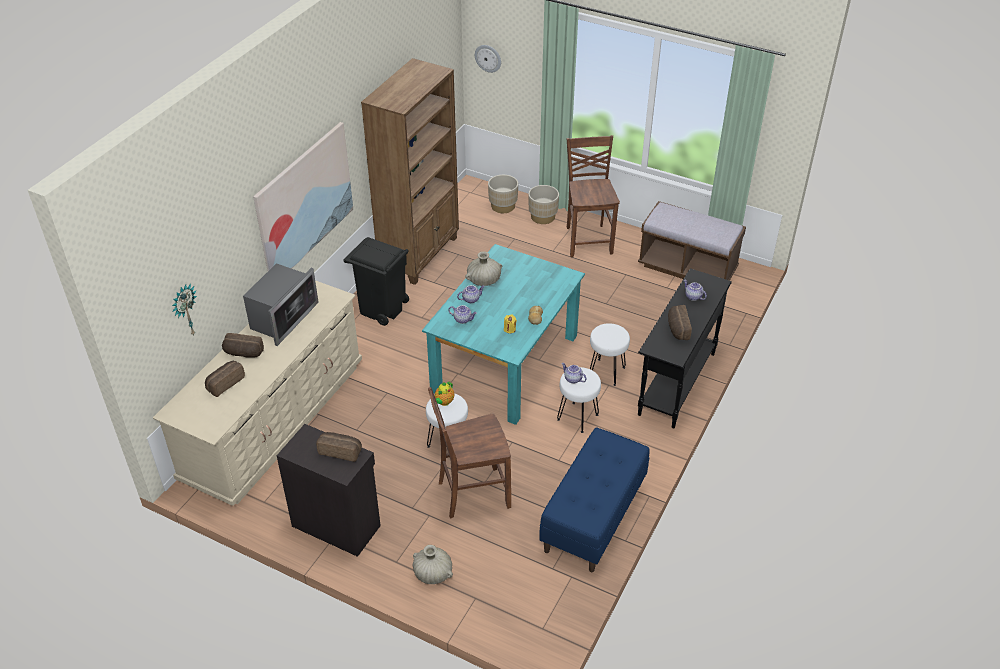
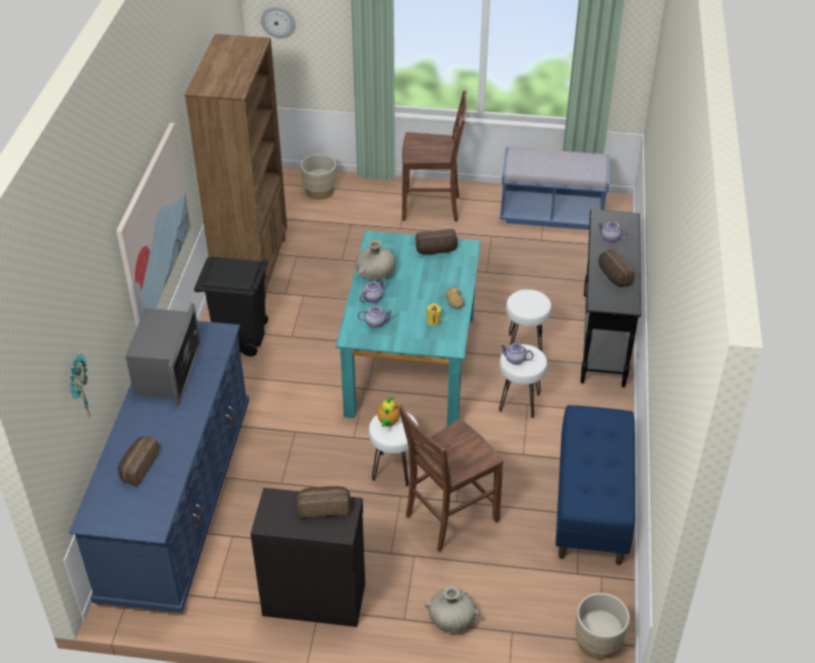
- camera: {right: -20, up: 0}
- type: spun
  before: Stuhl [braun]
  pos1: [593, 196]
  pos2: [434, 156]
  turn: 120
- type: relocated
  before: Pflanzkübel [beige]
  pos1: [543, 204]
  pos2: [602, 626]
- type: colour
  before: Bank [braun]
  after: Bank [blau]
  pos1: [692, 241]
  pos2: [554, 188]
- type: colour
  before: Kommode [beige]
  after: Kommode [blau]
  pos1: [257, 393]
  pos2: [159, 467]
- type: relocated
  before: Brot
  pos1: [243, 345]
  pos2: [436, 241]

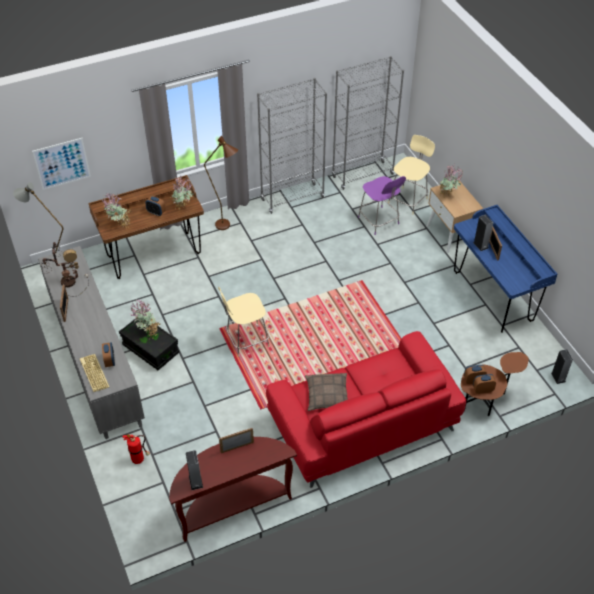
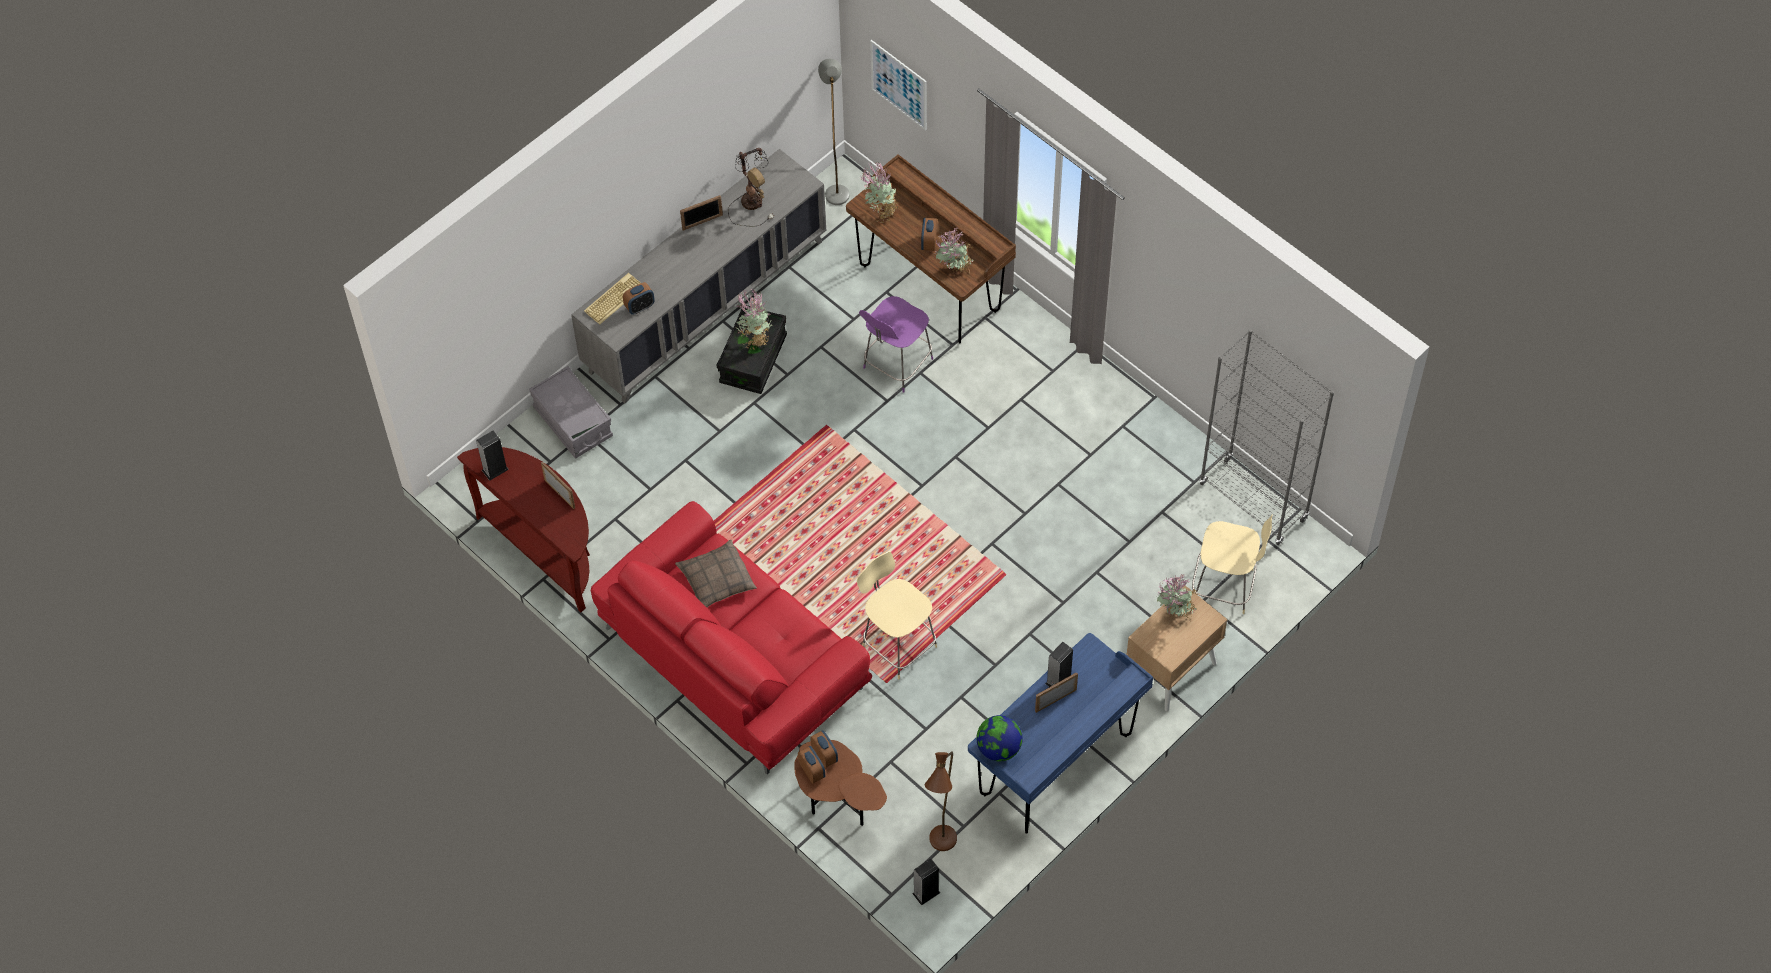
- camera: {right: 70, up: 10}
- type: missing
  before: Bücherregal [grau]
  pos1: [292, 146]
- type: relocated
  before: Stehlampe [braun]
  pos1: [221, 183]
  pos2: [941, 801]
- type: relocated
  before: Stuhl [lila]
  pos1: [382, 205]
  pos2: [896, 344]
- type: relocated
  before: Stuhl [beige]
  pos1: [244, 322]
  pos2: [897, 615]
- type: exchanged
  before: Feuerlöscher
  after: Aufbewahrungsbox [grau]
  pos1: [136, 449]
  pos2: [571, 412]
- type: appeared
  after: Globus
  pos2: [999, 738]

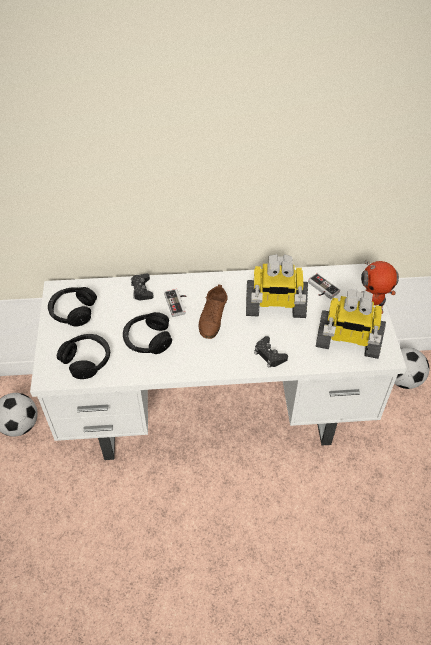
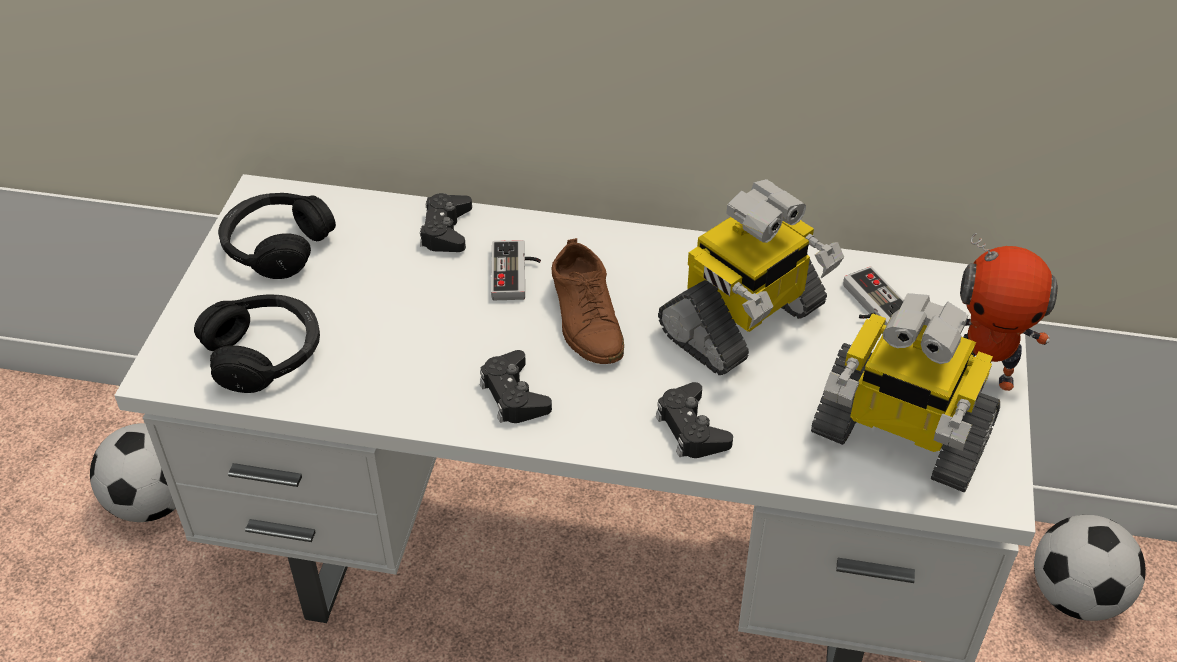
- camera: {right: 15, up: -5}
- type: spun
  before: Spielzeugroboter
  pos1: [277, 286]
  pos2: [751, 277]
  turn: -60
- type: spun
  before: Schuh [braun]
  pos1: [213, 312]
  pos2: [587, 301]
  turn: -45
- type: missing
  before: Kopfhörer [schwarz]
  pos1: [147, 333]
- type: appeared
  after: Gamepad [schwarz]
  pos2: [516, 386]

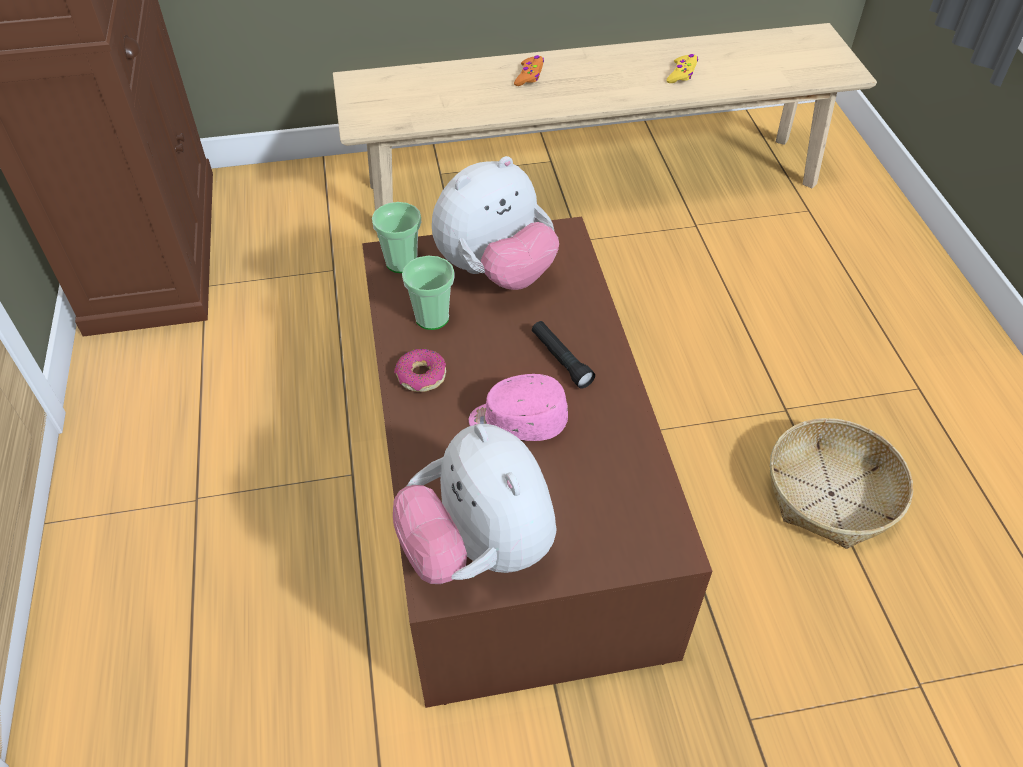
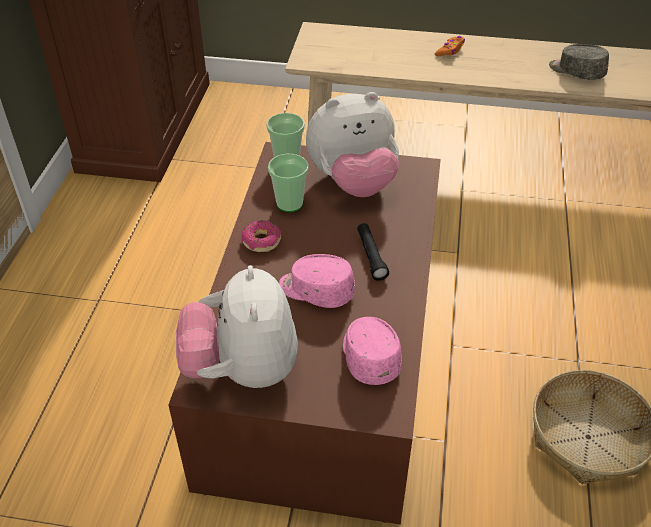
- camera: {right: 20, up: -5}
- type: exchanged
  before: Gamepad [gelb]
  after: Kappe [grau]
  pos1: [682, 68]
  pos2: [579, 62]
- type: appeared
  after: Kappe [rosa]
  pos2: [372, 351]

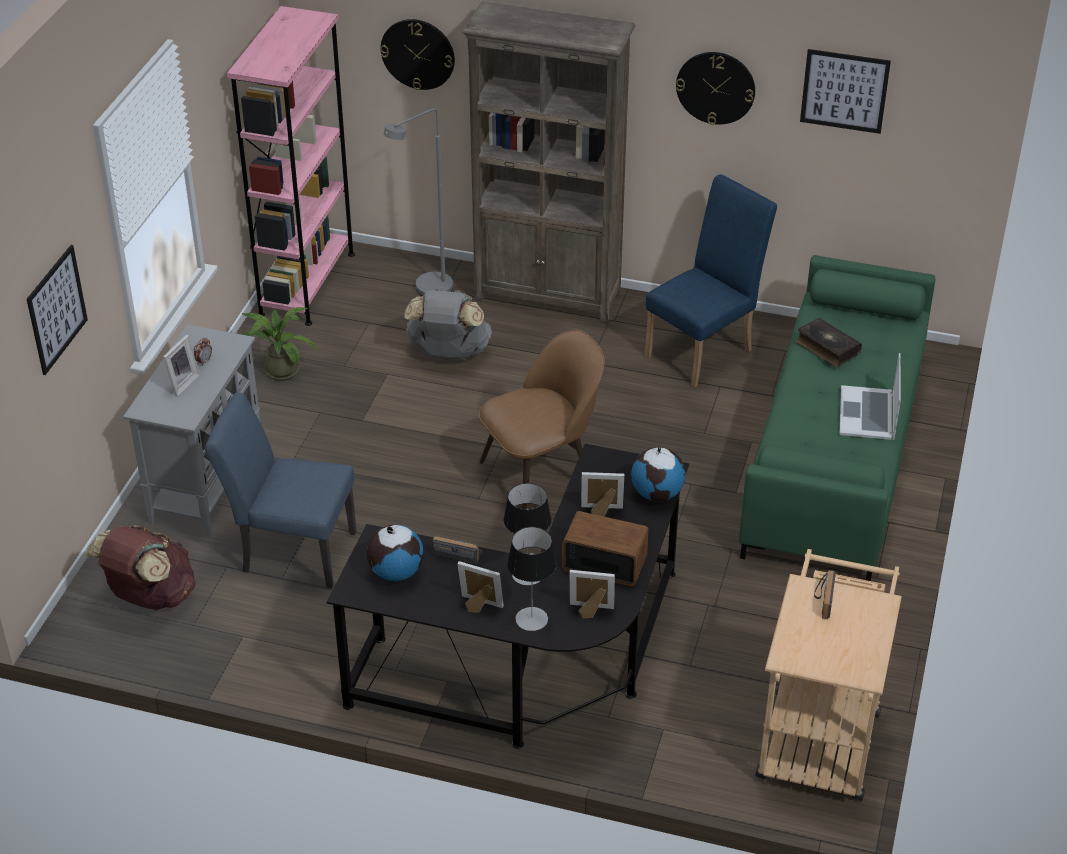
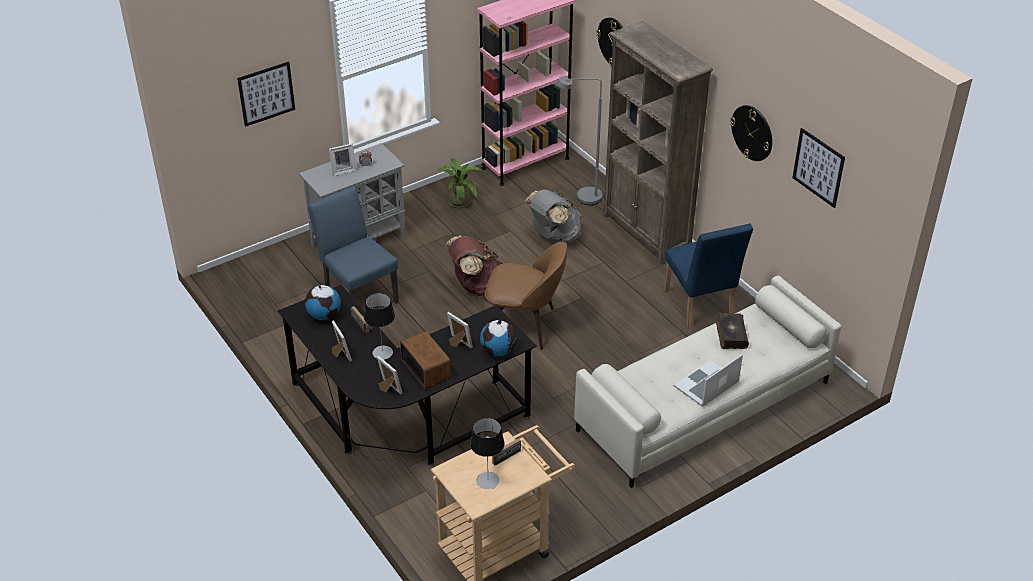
- camera: {right: 40, up: 0}
- type: spun
  before: Stuhl [blau]
  pos1: [710, 280]
  pos2: [708, 276]
  turn: 75
- type: colour
  before: Sofa [grün]
  after: Sofa [beige]
  pos1: [837, 418]
  pos2: [707, 381]
- type: relocated
  before: Rucksack [braun]
  pos1: [140, 567]
  pos2: [474, 266]
- type: relocated
  before: Tischlampe
  pos1: [532, 579]
  pos2: [487, 453]

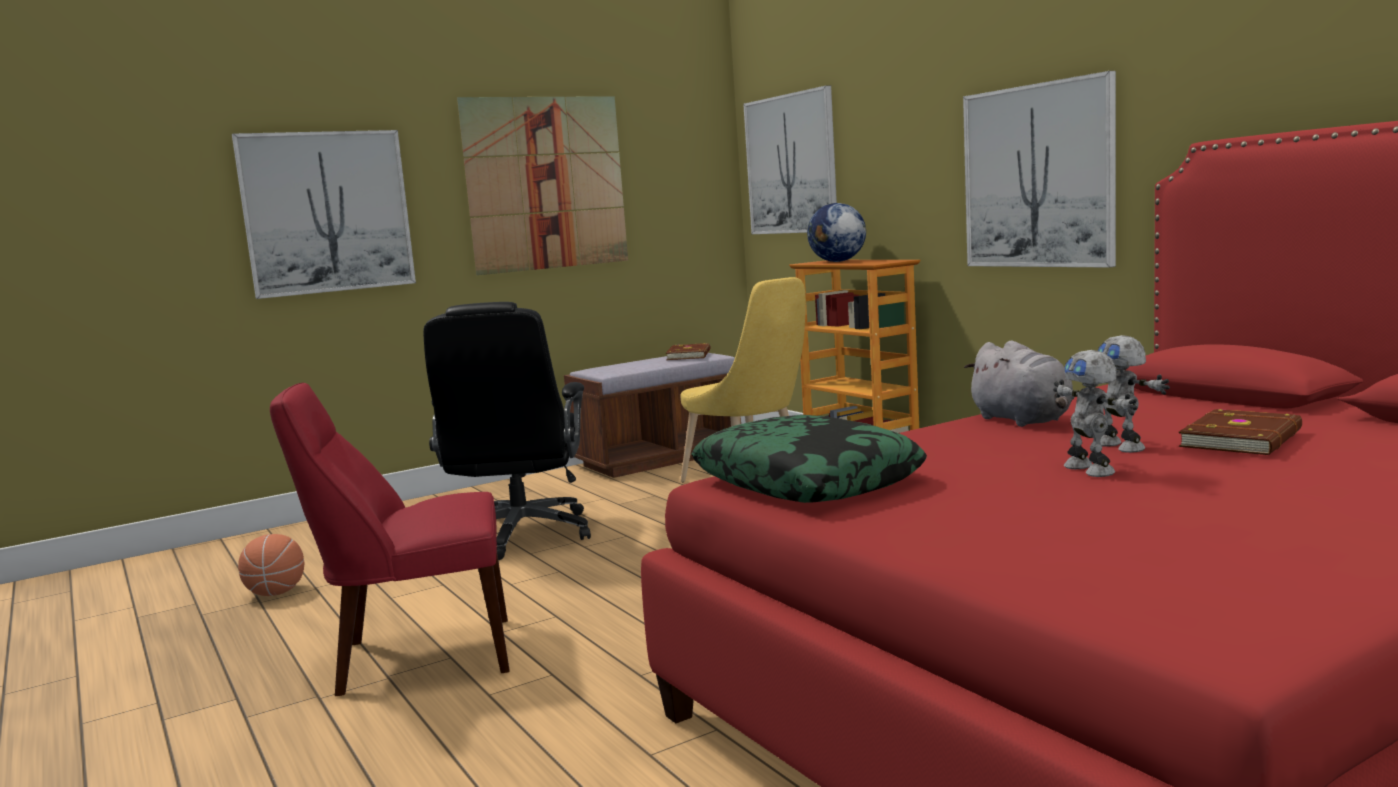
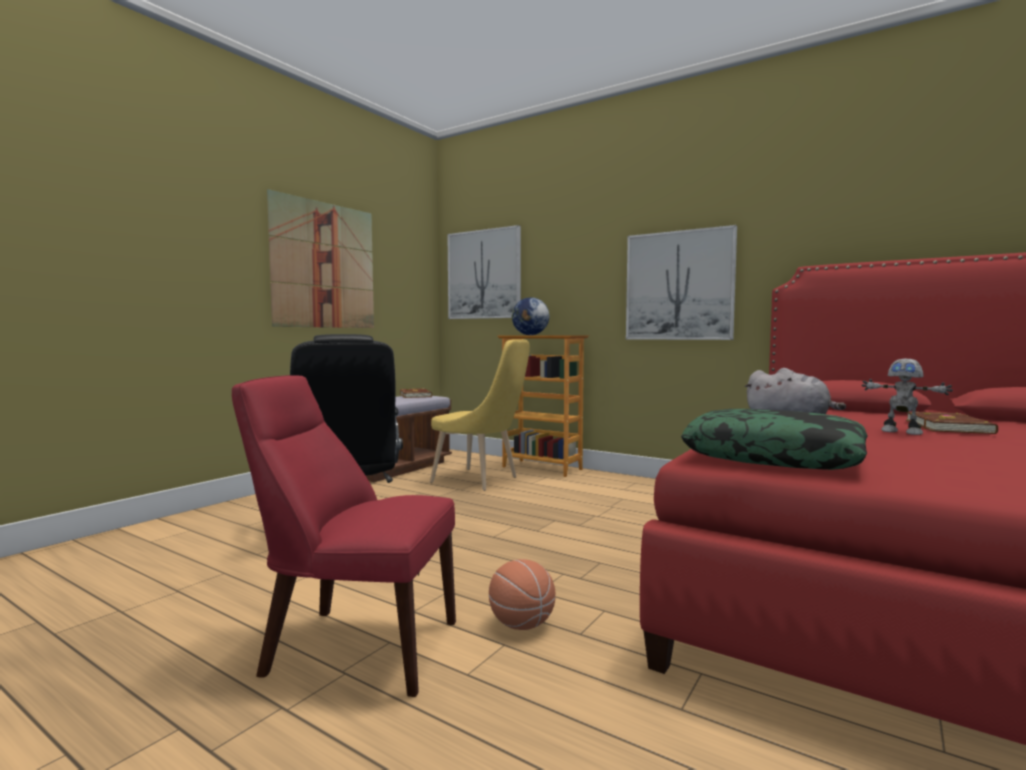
- camera: {right: -25, up: -5}
- type: missing
  before: Bild
  pos1: [324, 214]
- type: missing
  before: Spielzeugroboter
  pos1: [1095, 413]
- type: spun
  before: Stuhl [rot]
  pos1: [390, 539]
  pos2: [344, 536]
  turn: 45
- type: relocated
  before: Basketball
  pos1: [271, 565]
  pos2: [522, 594]

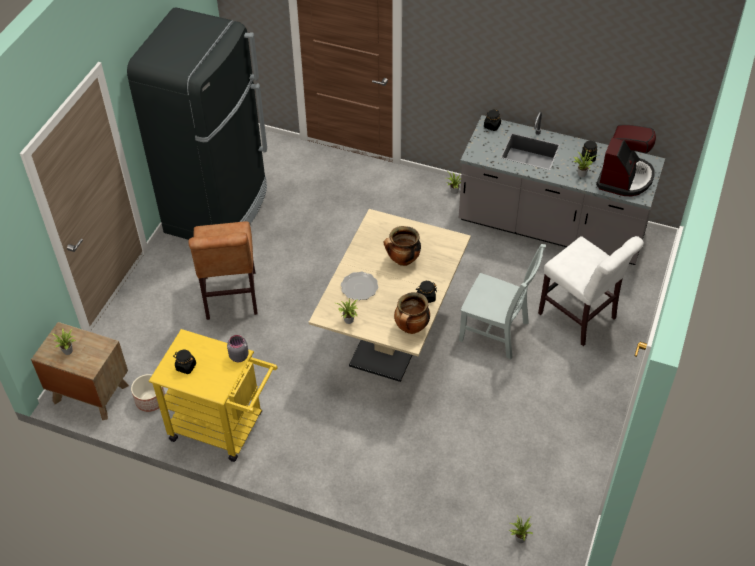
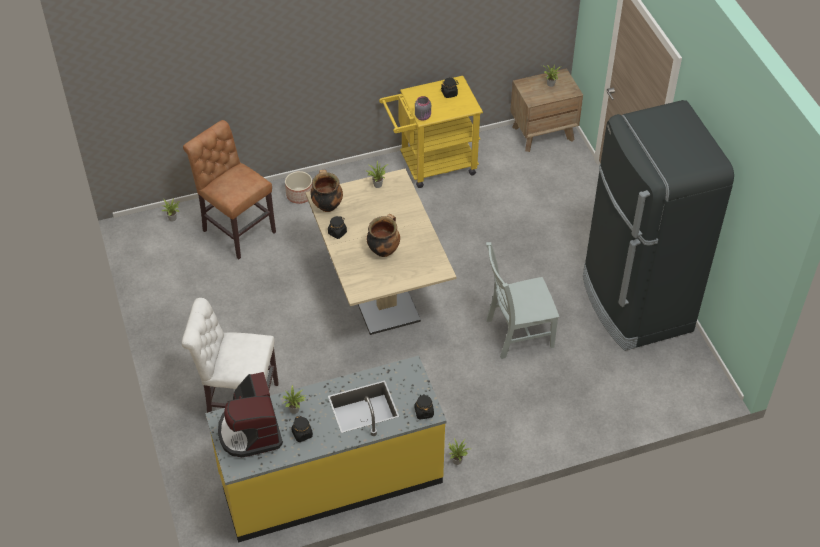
- camera: {right: 140, up: 0}
- type: colour
  before: Küchenzeile [grau]
  after: Küchenzeile [gelb]
  pos1: [562, 188]
  pos2: [326, 449]
- type: relocated
  before: Stuhl [braun]
  pos1: [223, 270]
  pos2: [229, 189]
- type: relocated
  before: Stuhl [grau]
  pos1: [502, 302]
  pos2: [522, 300]
- type: missing
  before: Teller
  pos1: [359, 286]
- type: relocated
  before: Pflanzkübel
  pos1: [148, 393]
  pos2: [298, 187]

